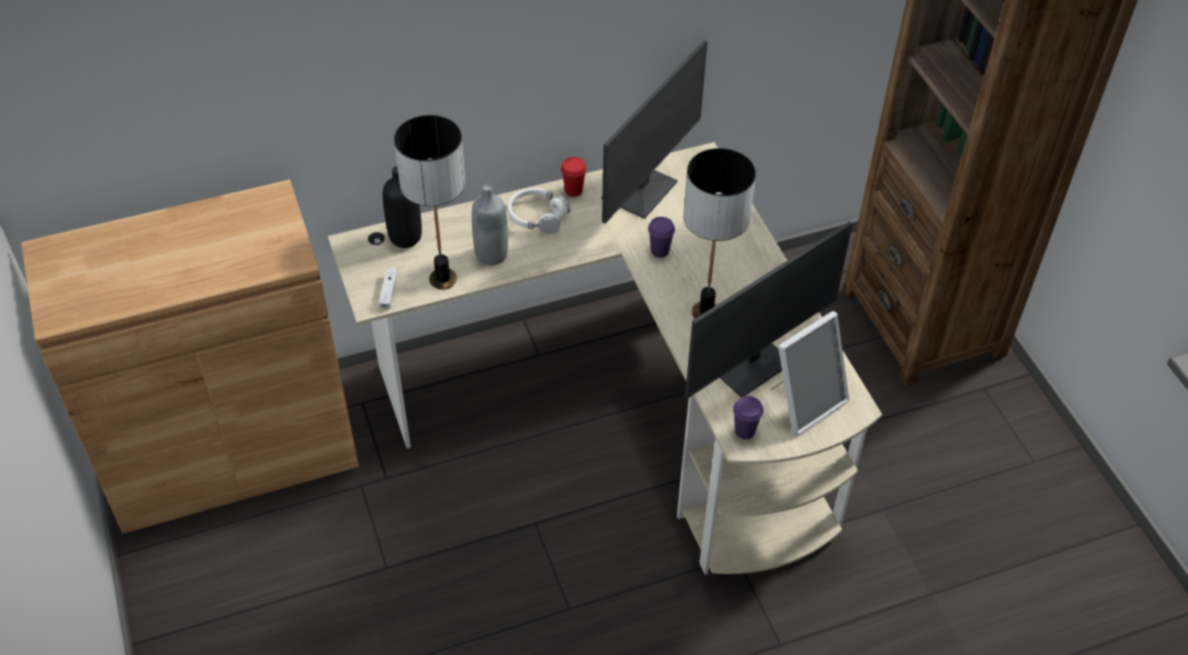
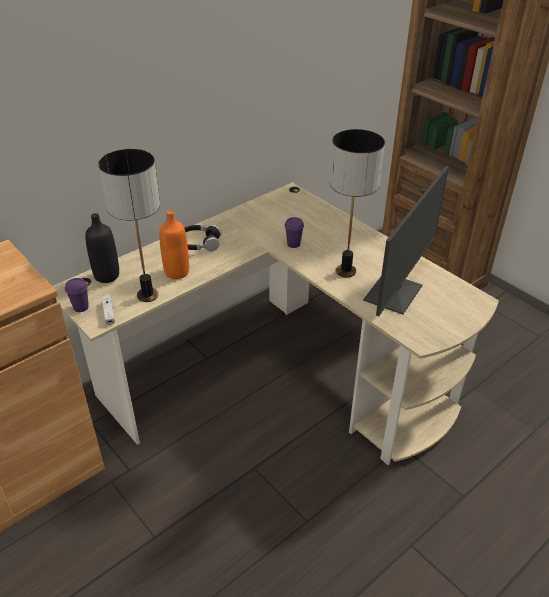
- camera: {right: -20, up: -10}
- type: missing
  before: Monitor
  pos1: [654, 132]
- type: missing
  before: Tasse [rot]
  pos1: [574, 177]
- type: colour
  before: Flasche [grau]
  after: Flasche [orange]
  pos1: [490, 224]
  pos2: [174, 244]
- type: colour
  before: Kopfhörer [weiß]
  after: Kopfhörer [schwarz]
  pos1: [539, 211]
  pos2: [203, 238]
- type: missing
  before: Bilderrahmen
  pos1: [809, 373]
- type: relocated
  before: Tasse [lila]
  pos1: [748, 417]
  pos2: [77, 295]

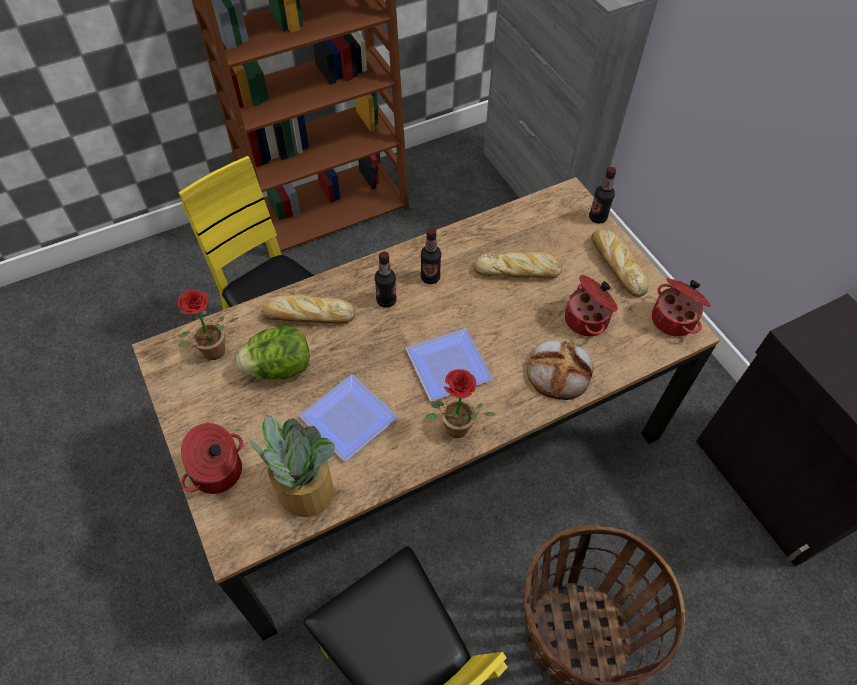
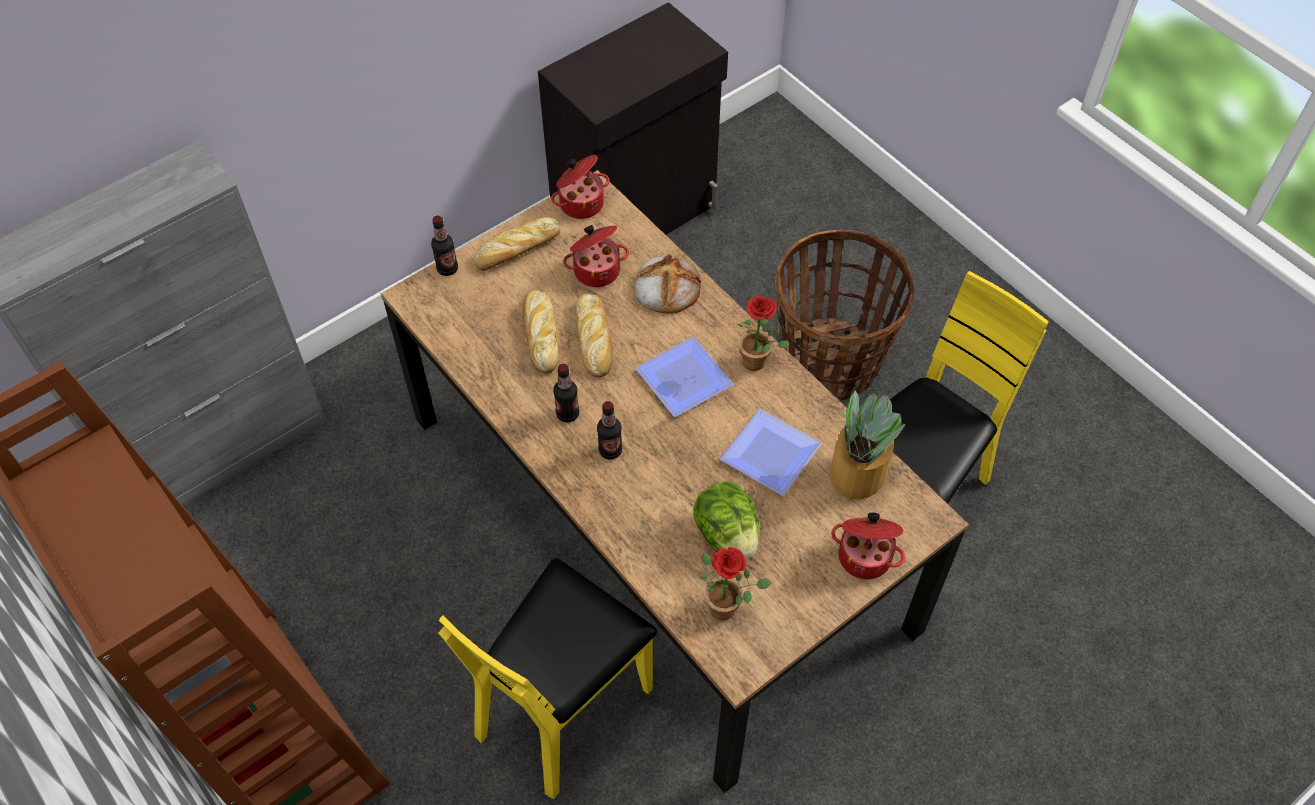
- camera: {right: -100, up: 0}
- type: relocated
  before: Brot
  pos1: [308, 308]
  pos2: [594, 335]

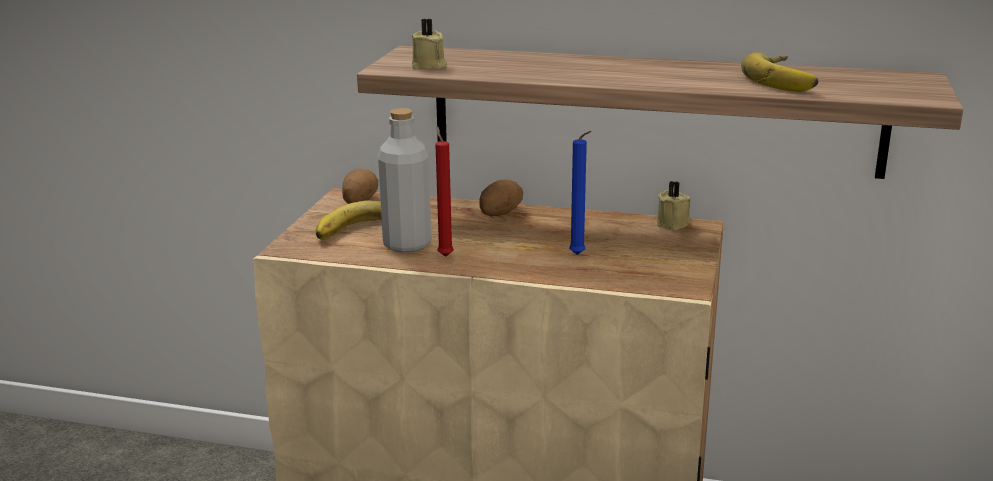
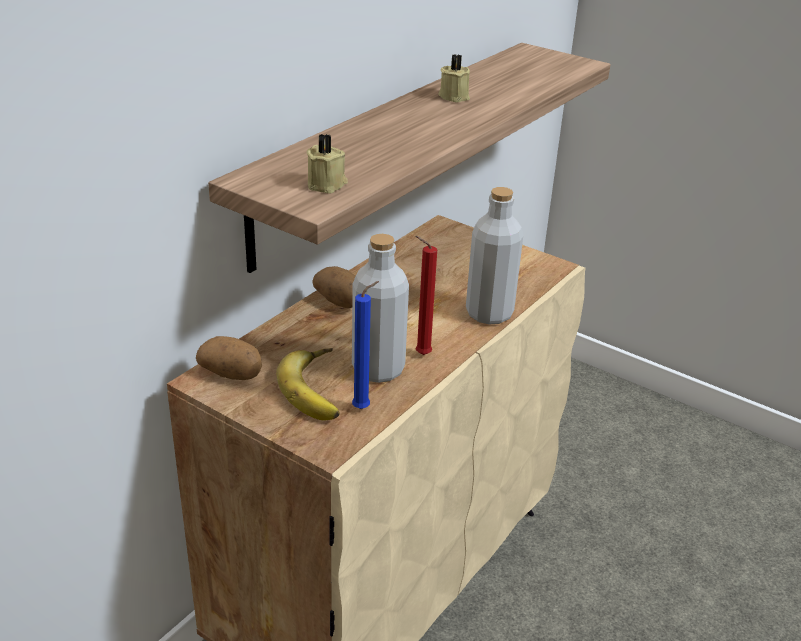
- camera: {right: -70, up: 10}
- type: missing
  before: Banane
  pos1: [779, 72]
- type: relocated
  before: Kerze [blau]
  pos1: [580, 193]
  pos2: [365, 345]
- type: relocated
  before: Kerze [beige]
  pos1: [674, 205]
  pos2: [454, 78]
- type: appeared
  after: Flasche [grau]
  pos2: [494, 256]

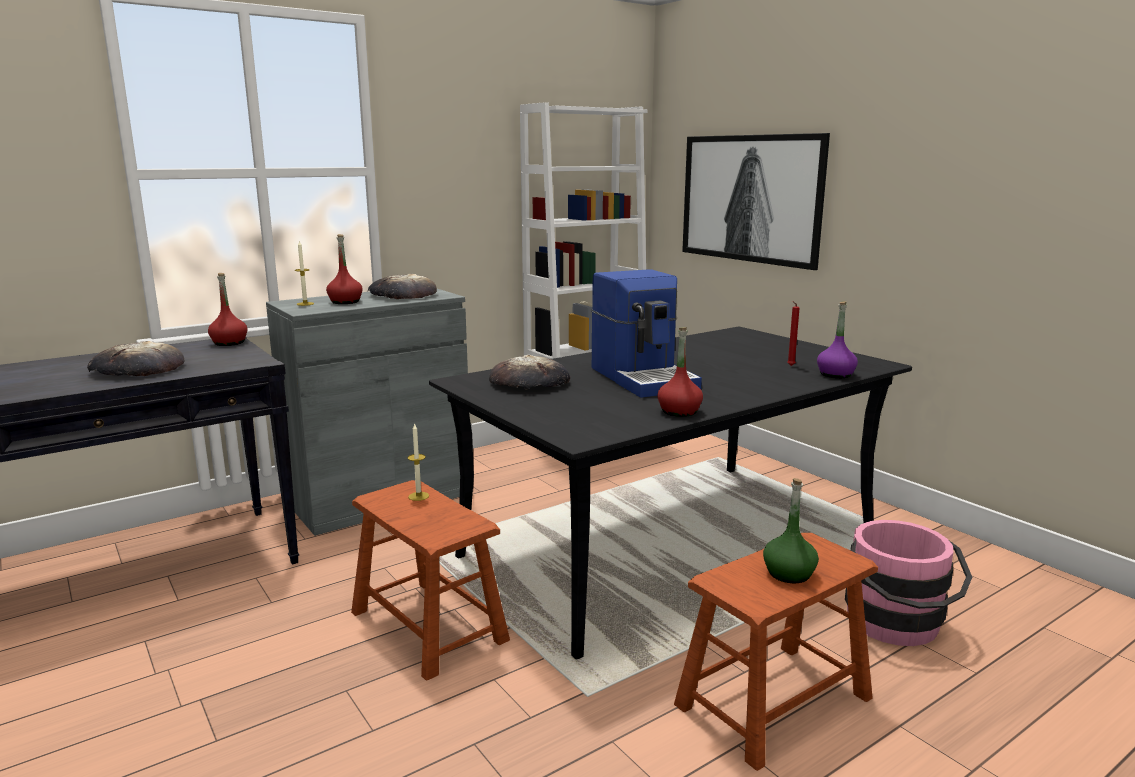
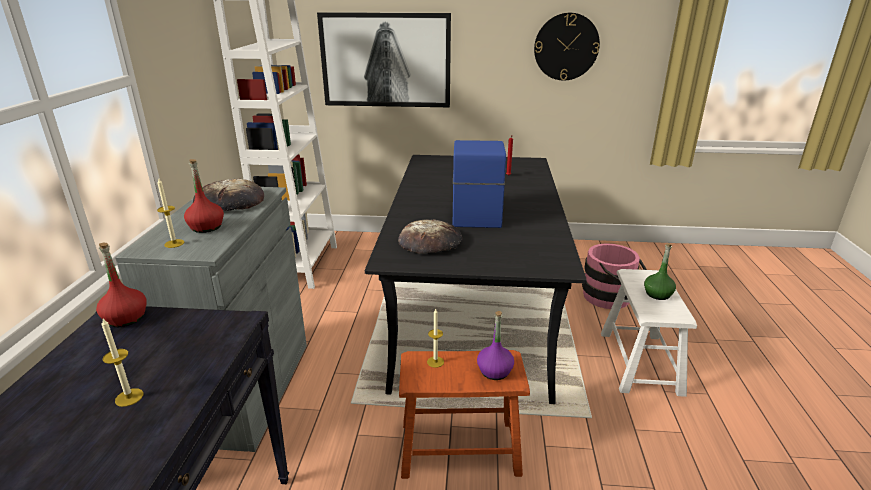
- camera: {right: -50, up: 10}
- type: spun
  before: Kaffeemaschine
  pos1: [646, 333]
  pos2: [479, 184]
  turn: -105
- type: relocated
  before: Flasche [lila]
  pos1: [837, 339]
  pos2: [495, 345]
- type: missing
  before: Flasche [rot]
  pos1: [680, 372]
- type: exchanged
  before: Brot
  after: Kerze
  pos1: [136, 358]
  pos2: [122, 363]
- type: colour
  before: Hocker [braun]
  after: Hocker [weiß]
  pos1: [776, 652]
  pos2: [649, 333]
- type: appeared
  after: Wanduhr
  pos2: [567, 46]

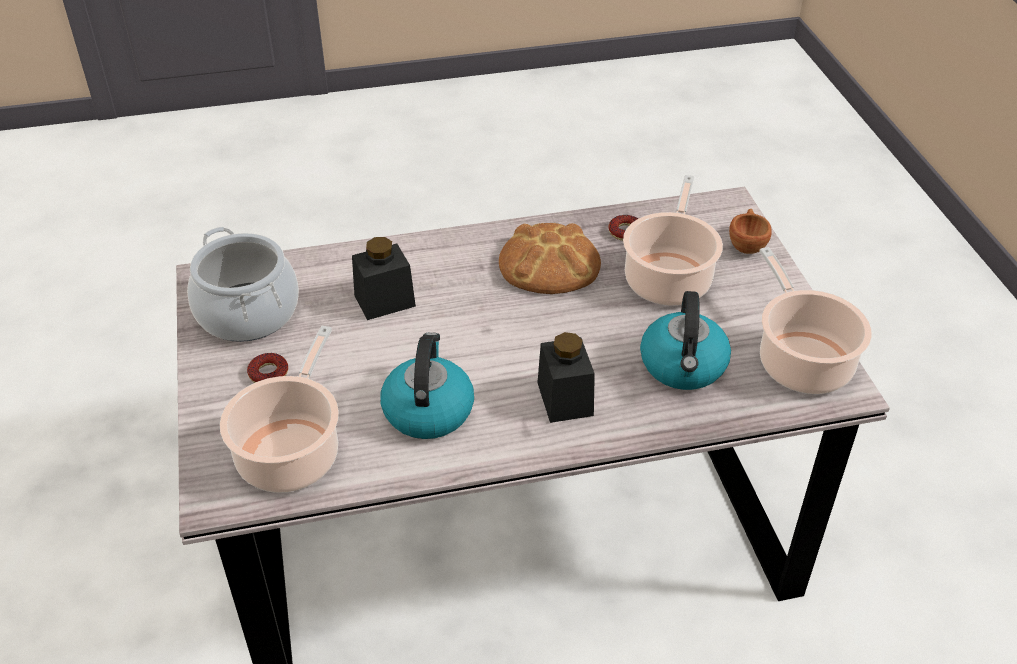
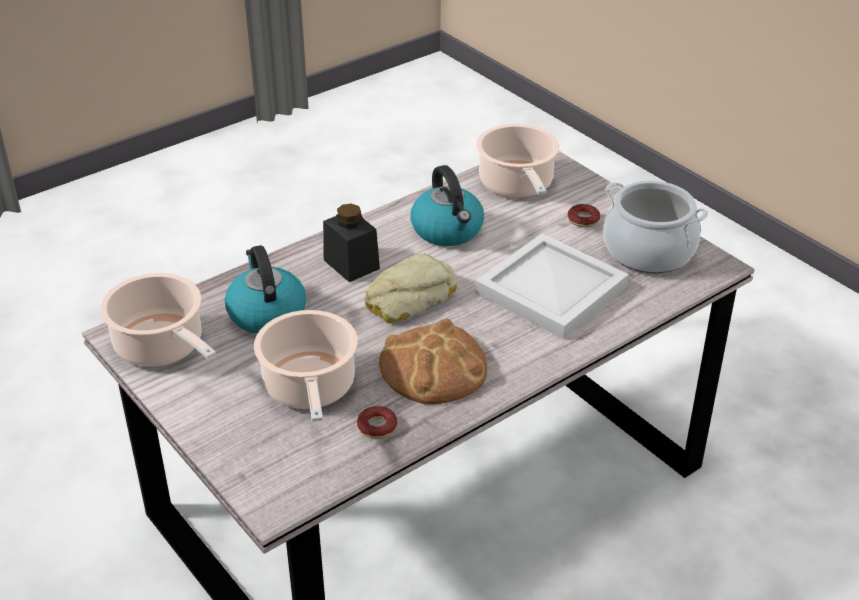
- camera: {right: 155, up: -5}
- type: missing
  before: Tasse [braun]
  pos1: [750, 231]
- type: exchanged
  before: Vorratsglas [schwarz]
  after: Tablett [weiß]
  pos1: [384, 278]
  pos2: [552, 286]
- type: appeared
  after: Brot
  pos2: [410, 288]

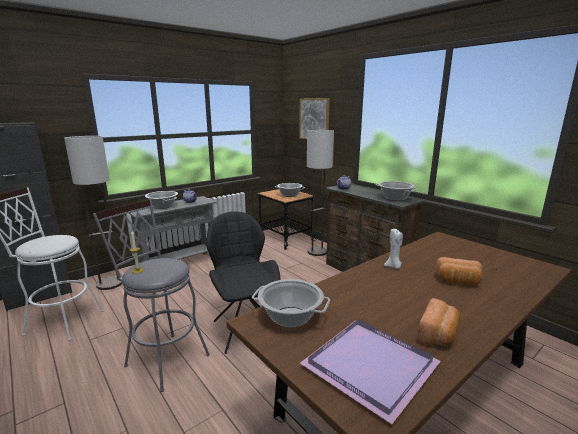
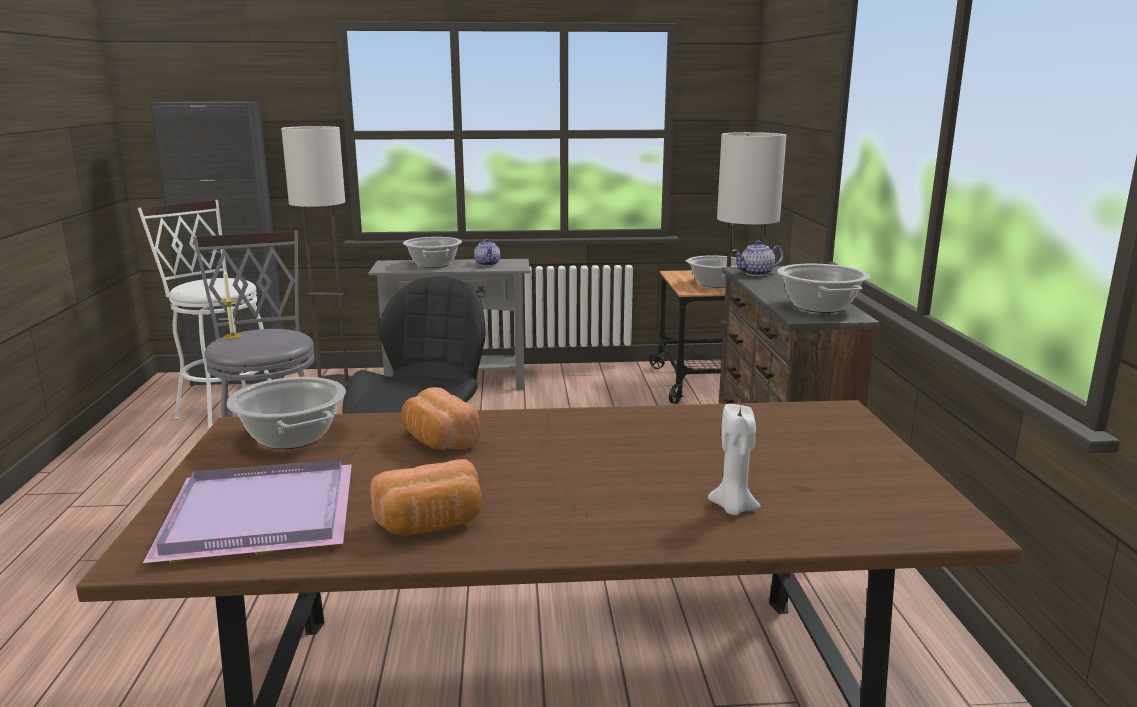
- camera: {right: 35, up: 0}
- type: missing
  before: Bild
  pos1: [314, 118]
- type: relocated
  before: Kerze [weiß]
  pos1: [393, 249]
  pos2: [734, 459]
- type: relocated
  before: Brot
  pos1: [459, 271]
  pos2: [440, 418]

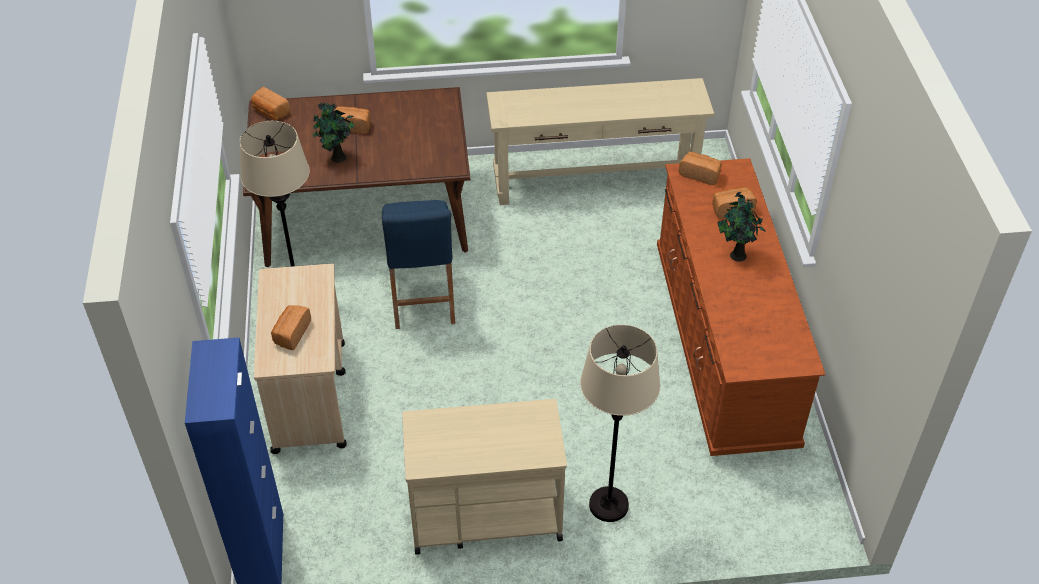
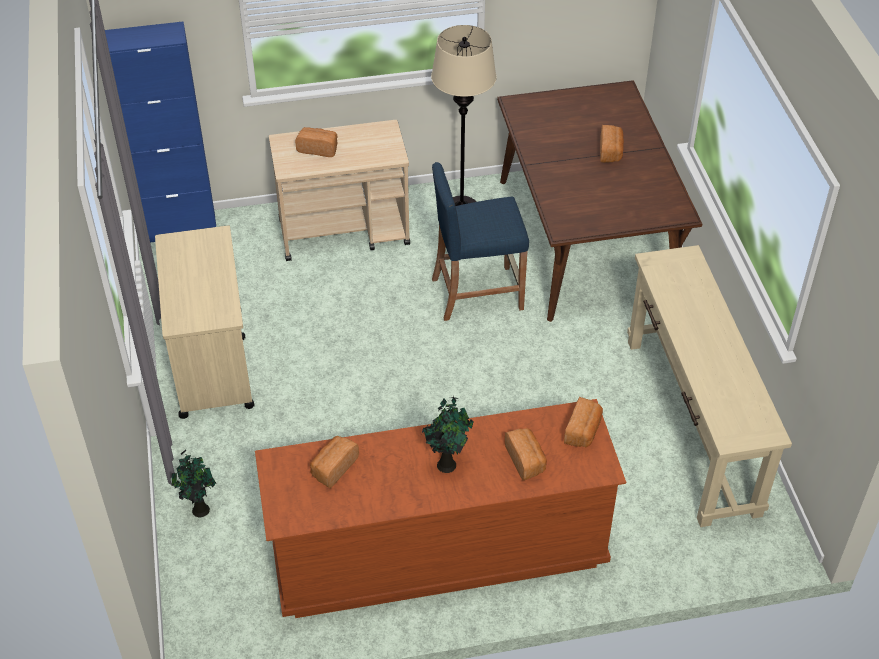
- camera: {right: 85, up: 0}
- type: relocated
  before: Brot
  pos1: [270, 103]
  pos2: [334, 462]
- type: relocated
  before: Topfpflanze
  pos1: [333, 132]
  pos2: [193, 483]
- type: missing
  before: Stehlampe [beige]
  pos1: [620, 423]

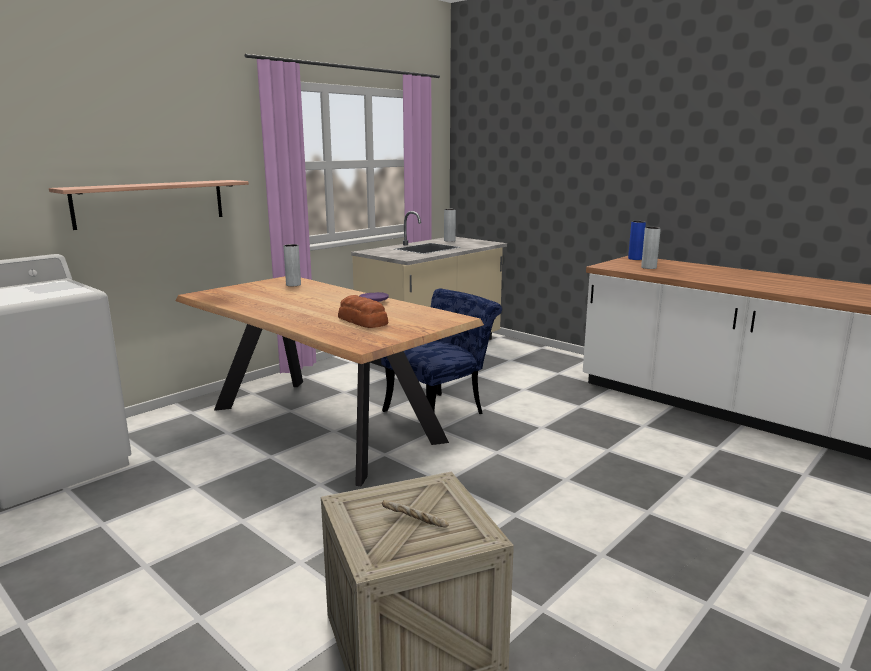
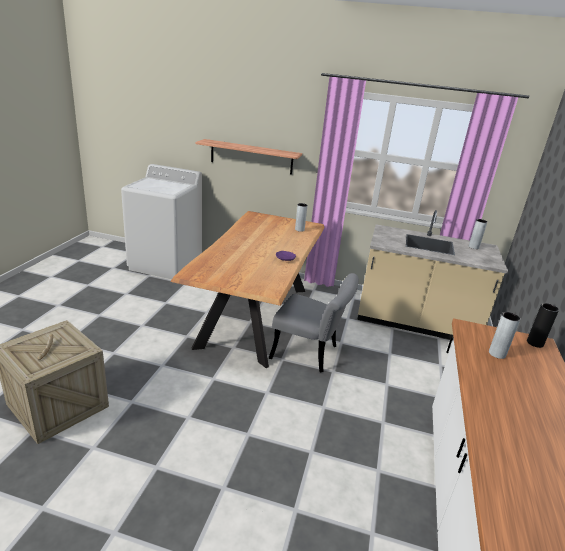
- camera: {right: 60, up: 10}
- type: colour
  before: Vase [blau]
  after: Vase [schwarz]
  pos1: [637, 240]
  pos2: [543, 325]
- type: colour
  before: Stuhl [blau]
  after: Stuhl [grau]
  pos1: [441, 351]
  pos2: [314, 322]
- type: missing
  before: Brot
  pos1: [363, 311]

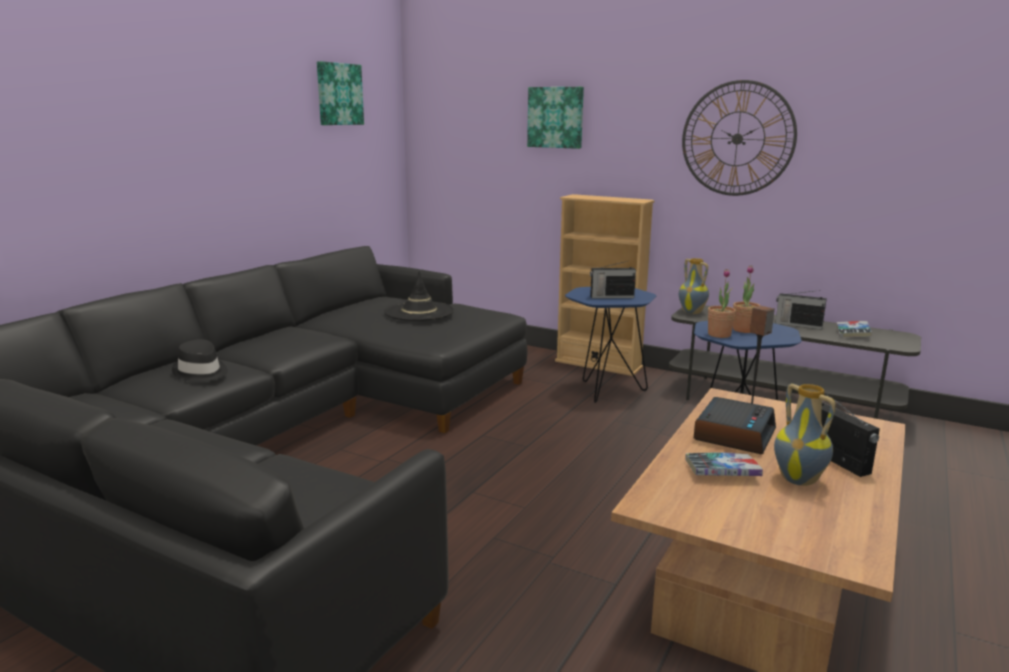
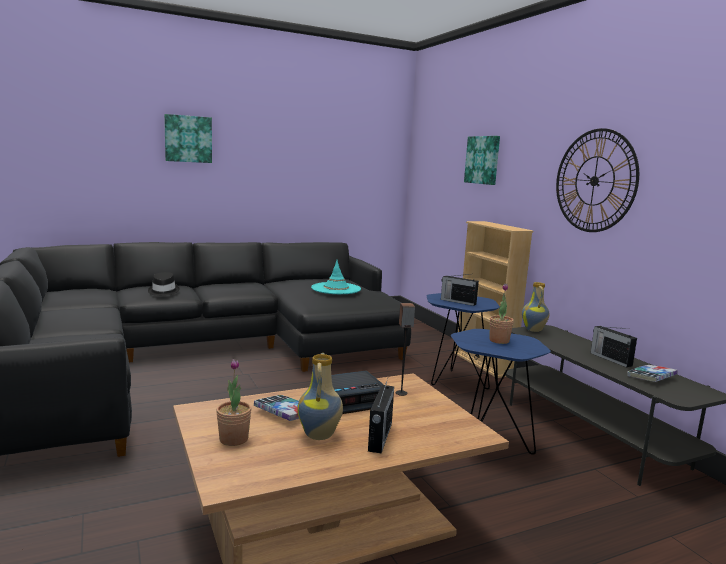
- camera: {right: 35, up: -5}
- type: relocated
  before: Bild
  pos1: [340, 93]
  pos2: [188, 138]
- type: relocated
  before: Topfpflanze
  pos1: [722, 303]
  pos2: [233, 402]
- type: colour
  before: Hut [schwarz]
  after: Hut [türkis]
  pos1: [419, 296]
  pos2: [336, 277]

